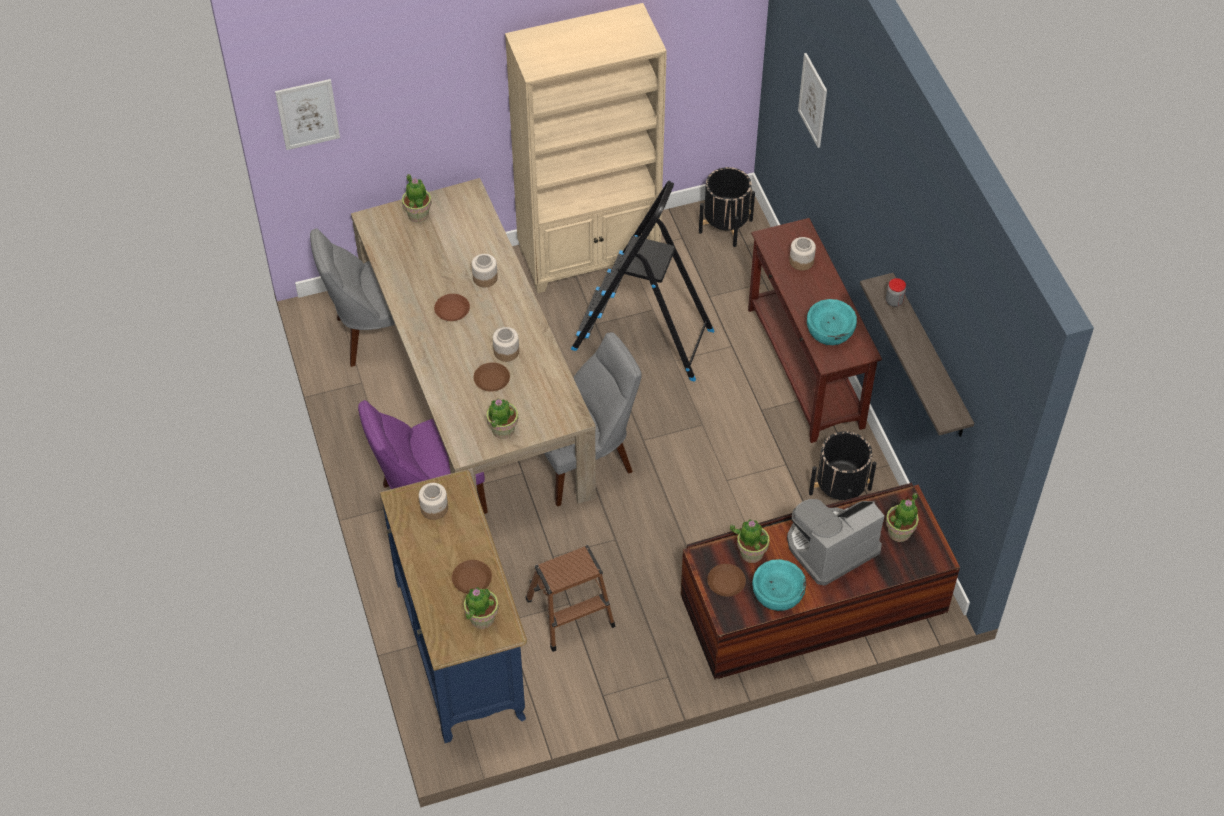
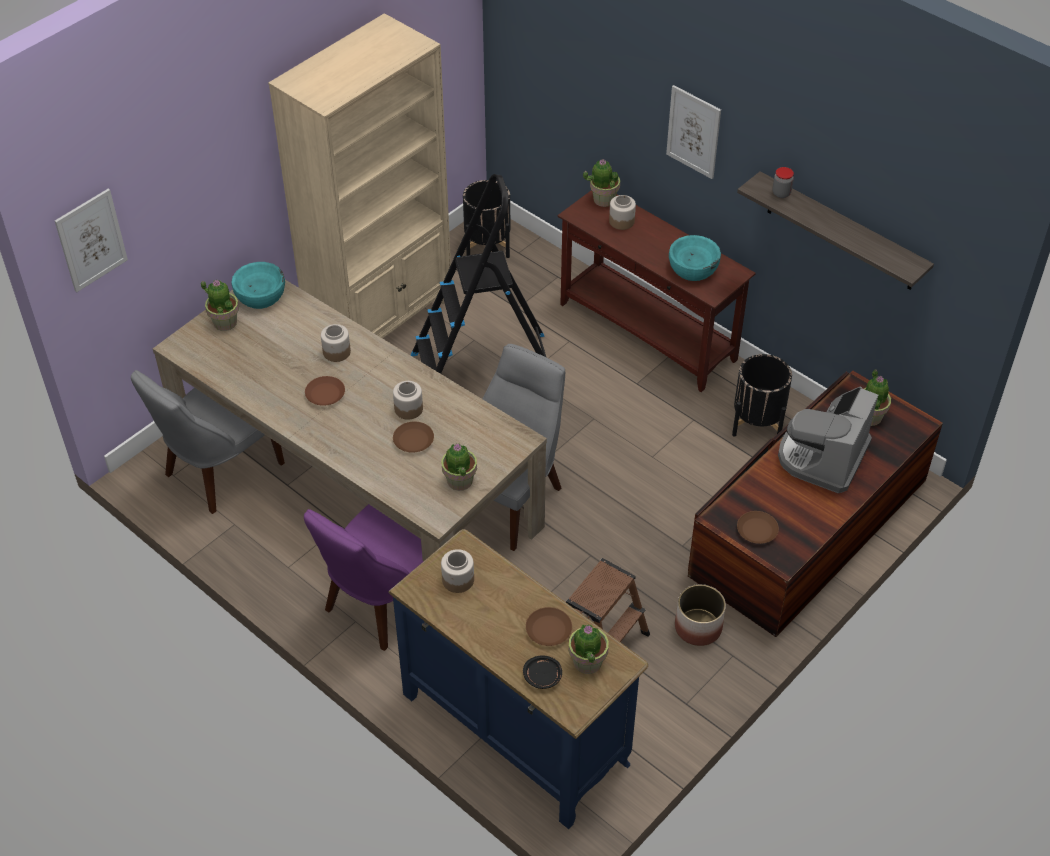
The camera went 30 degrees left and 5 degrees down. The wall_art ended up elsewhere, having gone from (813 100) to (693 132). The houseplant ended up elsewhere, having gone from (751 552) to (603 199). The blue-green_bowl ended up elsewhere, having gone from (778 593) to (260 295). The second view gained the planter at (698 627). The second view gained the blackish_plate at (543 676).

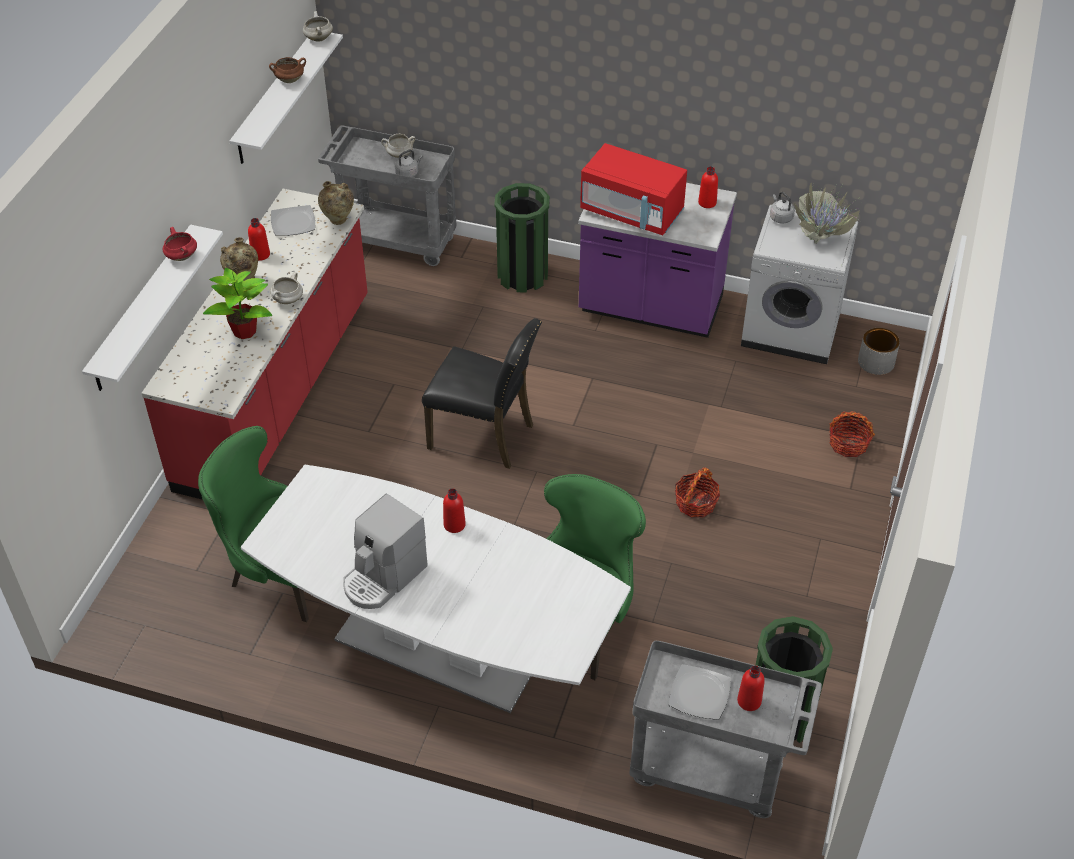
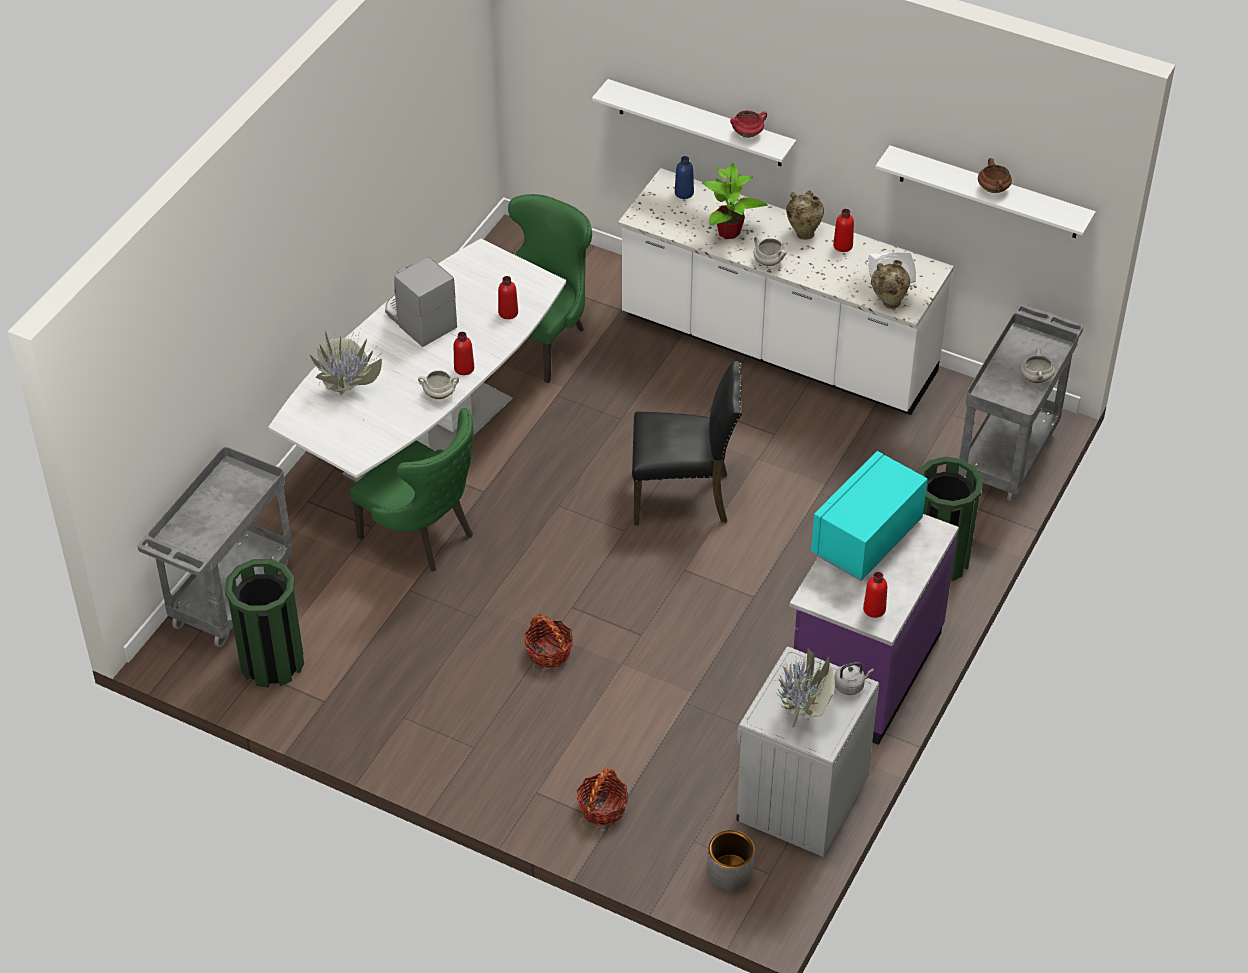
The camera went 100 degrees right and 0 degrees up. The white-coloured_stockpot ended up elsewhere, having gone from (318 38) to (440 394). What was the red_microwave at (632 212) turned into the blue-green_microwave at (866 538). The second view lost the greyish_tea_kettle at (408 173). What was the red_counter at (277 393) turned into the white-coloured_counter at (777 348). The blackish_chair at (484 435) ended up facing another way, 120 degrees counterclockwise from before. The second view lost the plate at (699 694). The red_beverage_bottle ended up elsewhere, having gone from (749 701) to (508 313). The second view gained the blue_beverage_bottle at (684 193). The second view gained the houseplant at (348 390).

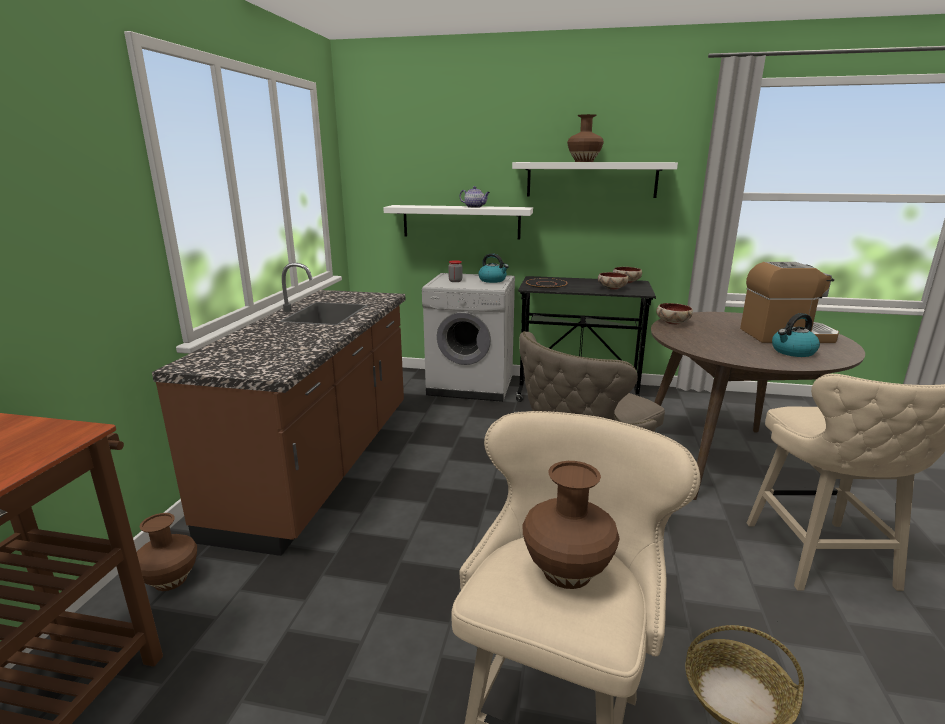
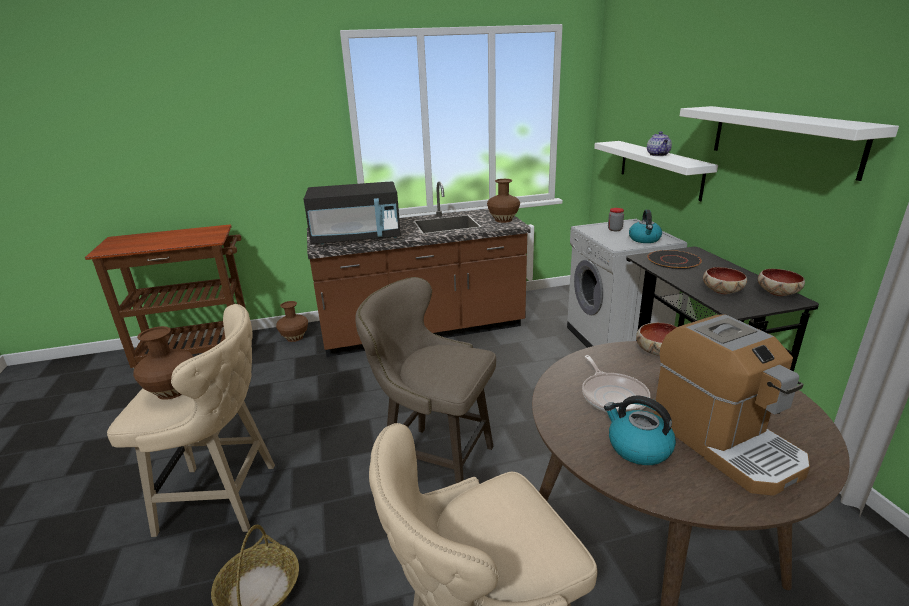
The camera went 65 degrees right and 5 degrees up. The brown-coloured_vase ended up elsewhere, having gone from (583 161) to (503 220). The second view gained the blackish_microwave at (357 238). The second view gained the frying_pan at (613 396).

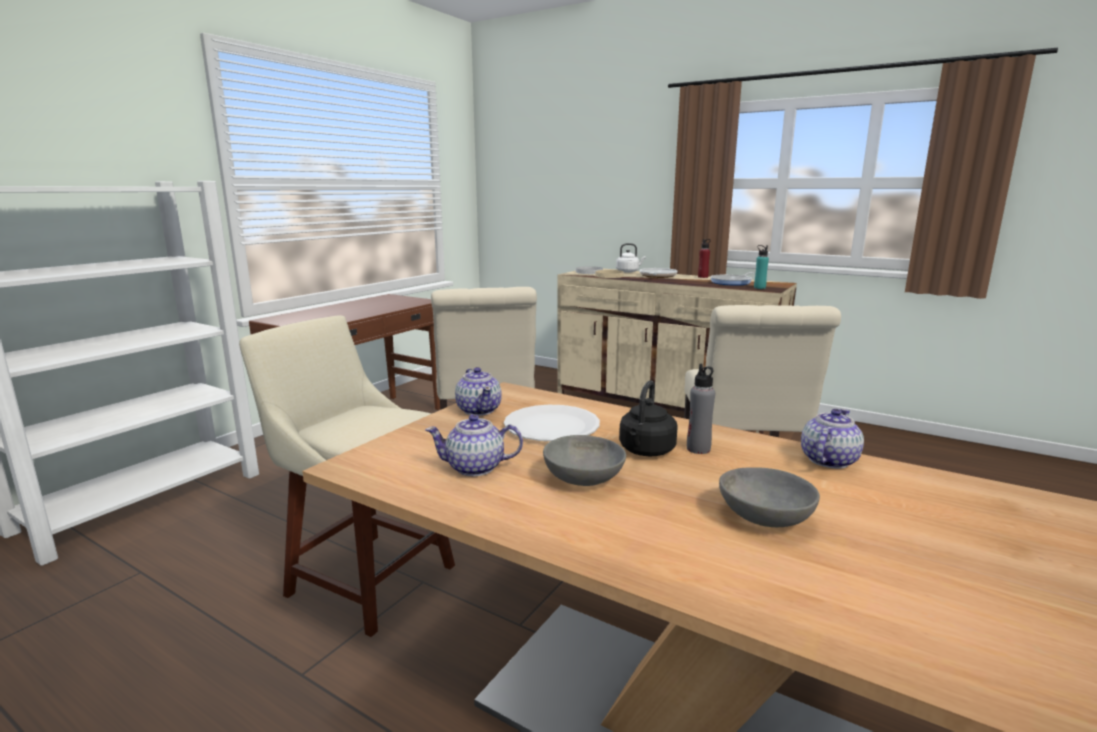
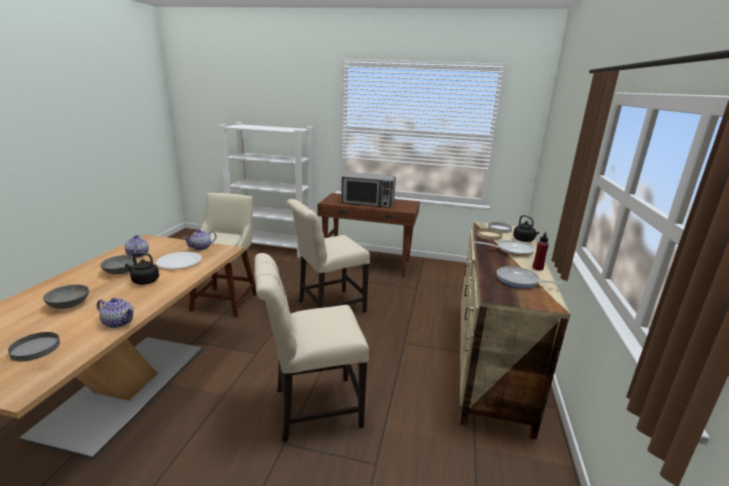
The camera went 70 degrees right and 5 degrees up. What was the white-coloured_tea_kettle at (628 271) turned into the blackish_tea_kettle at (524 240). The second view lost the blue-green_beverage_bottle at (759 288). The second view lost the greyish_beverage_bottle at (698 449). The second view gained the microwave at (368 203). The second view gained the greyish_plate at (35 348).

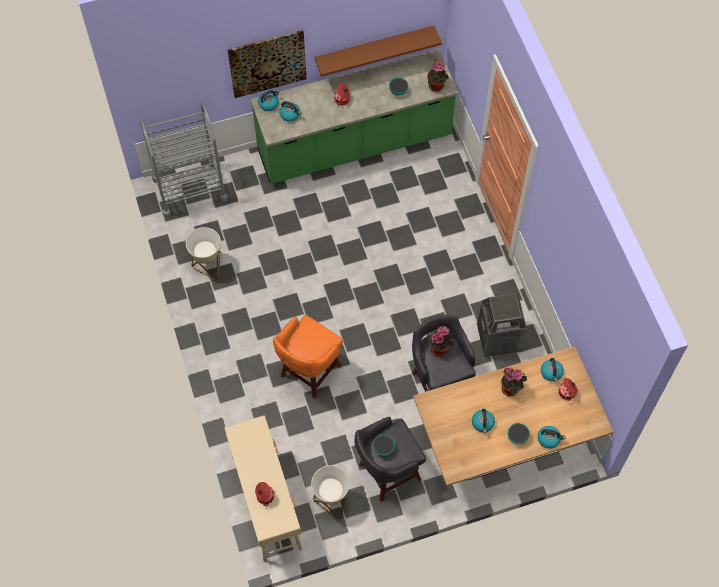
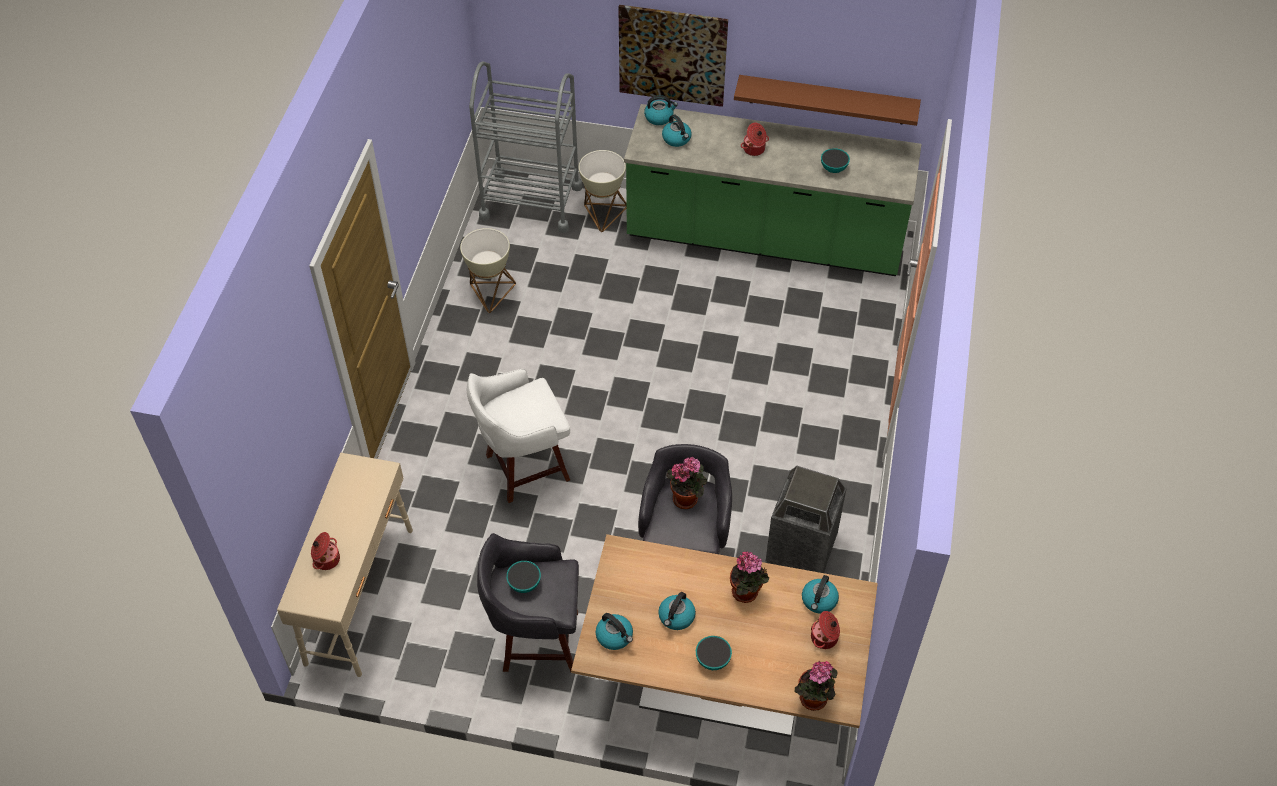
The camera went 30 degrees right and 10 degrees down. The houseplant ended up elsewhere, having gone from (436 87) to (813 701). What was the orangey_stool at (309 373) turned into the white-coloured_stool at (523 469). The tea_kettle ended up elsewhere, having gone from (549 439) to (615 636). The planter ended up elsewhere, having gone from (331 500) to (603 213).

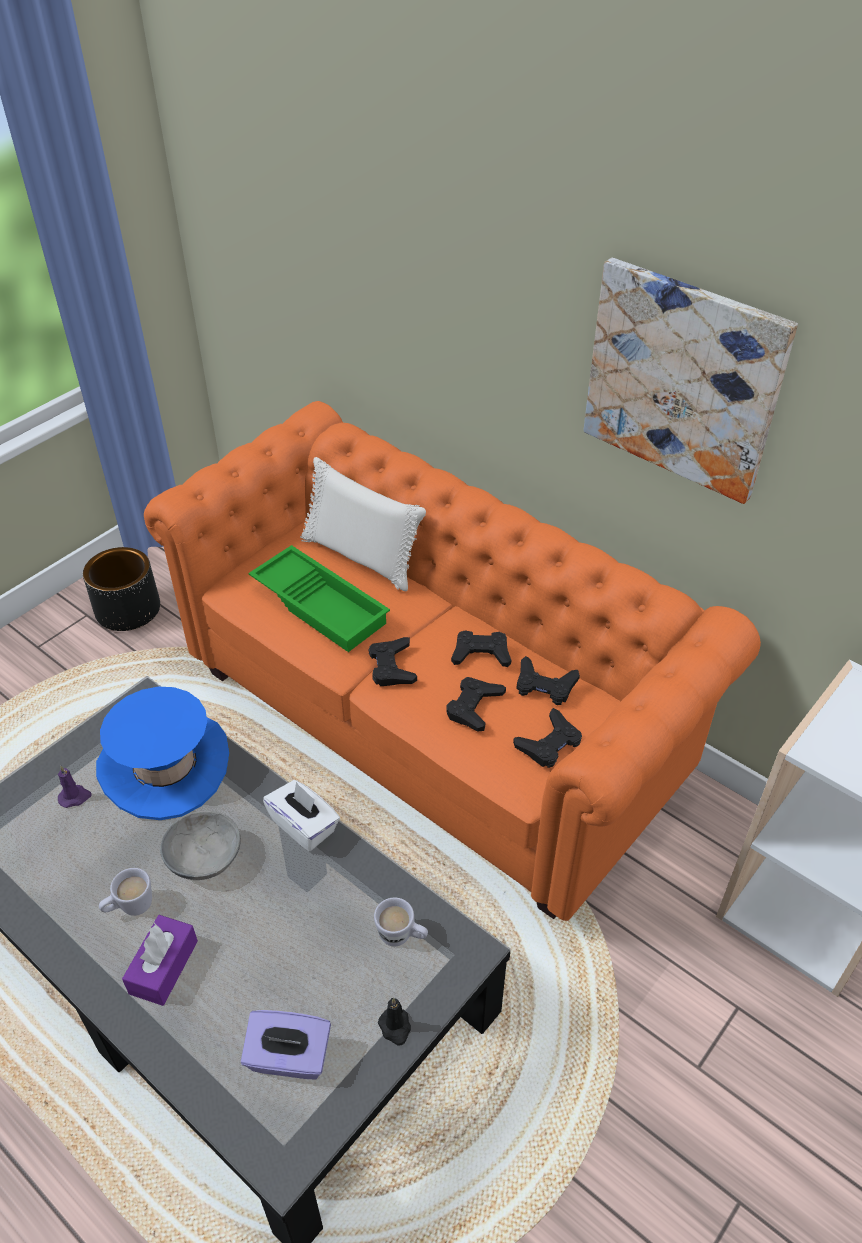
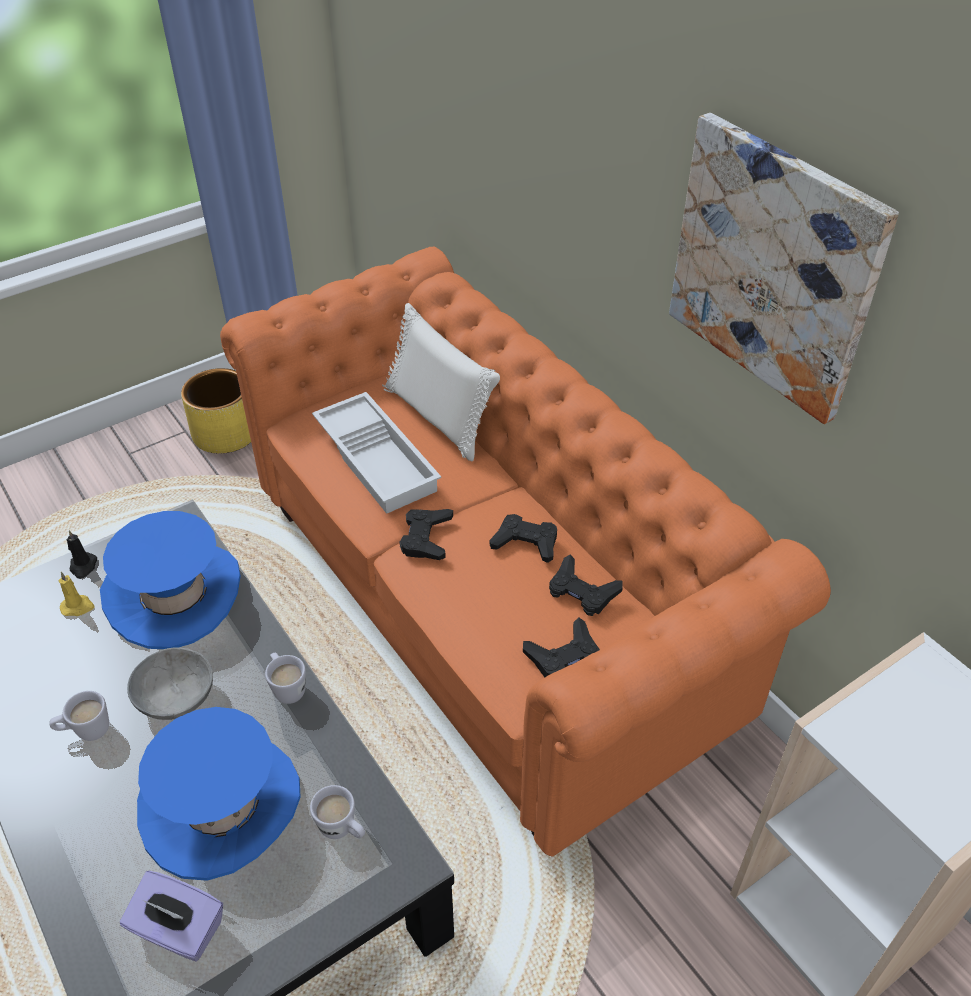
The camera went 15 degrees right and 0 degrees up. What was the greenish_serving_tray at (322 604) turned into the white-coloured_serving_tray at (379 459). What was the blackish_planter at (128 610) turned into the yellowish_planter at (226 433). The second view lost the blackish_gamepad at (474 707). What was the purple_candle at (75 797) turned into the yellowish_candle at (78 607). Where the white-coloured_box_of_tissues stood at (304 826), the white-coloured_coffee_mug came to stand at (287 687). The second view lost the purple_box_of_tissues at (163 967). The blackish_candle ended up elsewhere, having gone from (395 1027) to (83 566). The second view gained the blue_wearable_hat at (220 805).

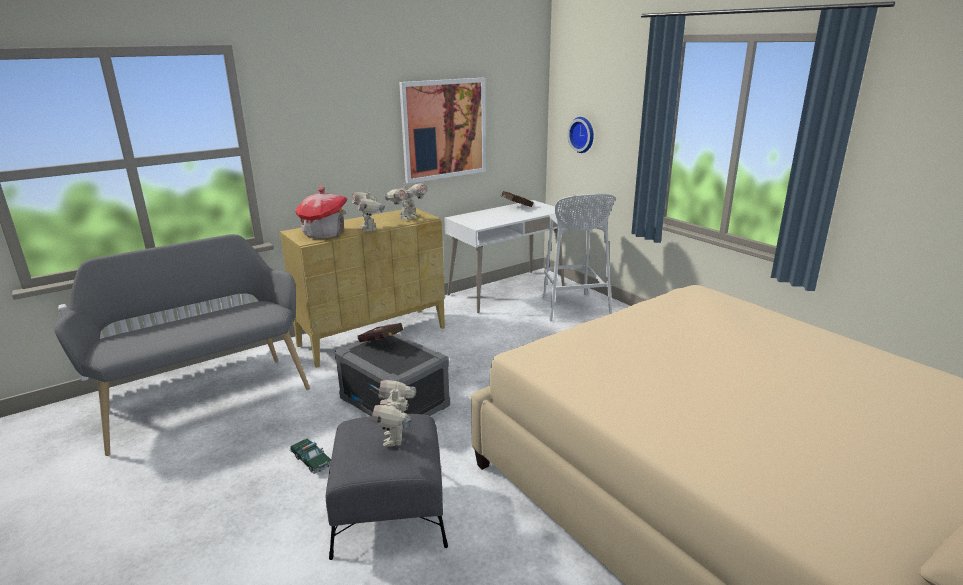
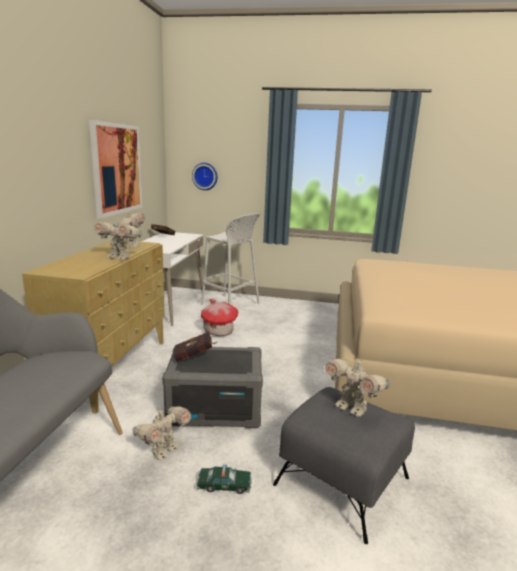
The camera went 45 degrees left and 5 degrees down. The model_house ended up elsewhere, having gone from (324 233) to (218 331). The second view gained the robot_figure at (164 451).

